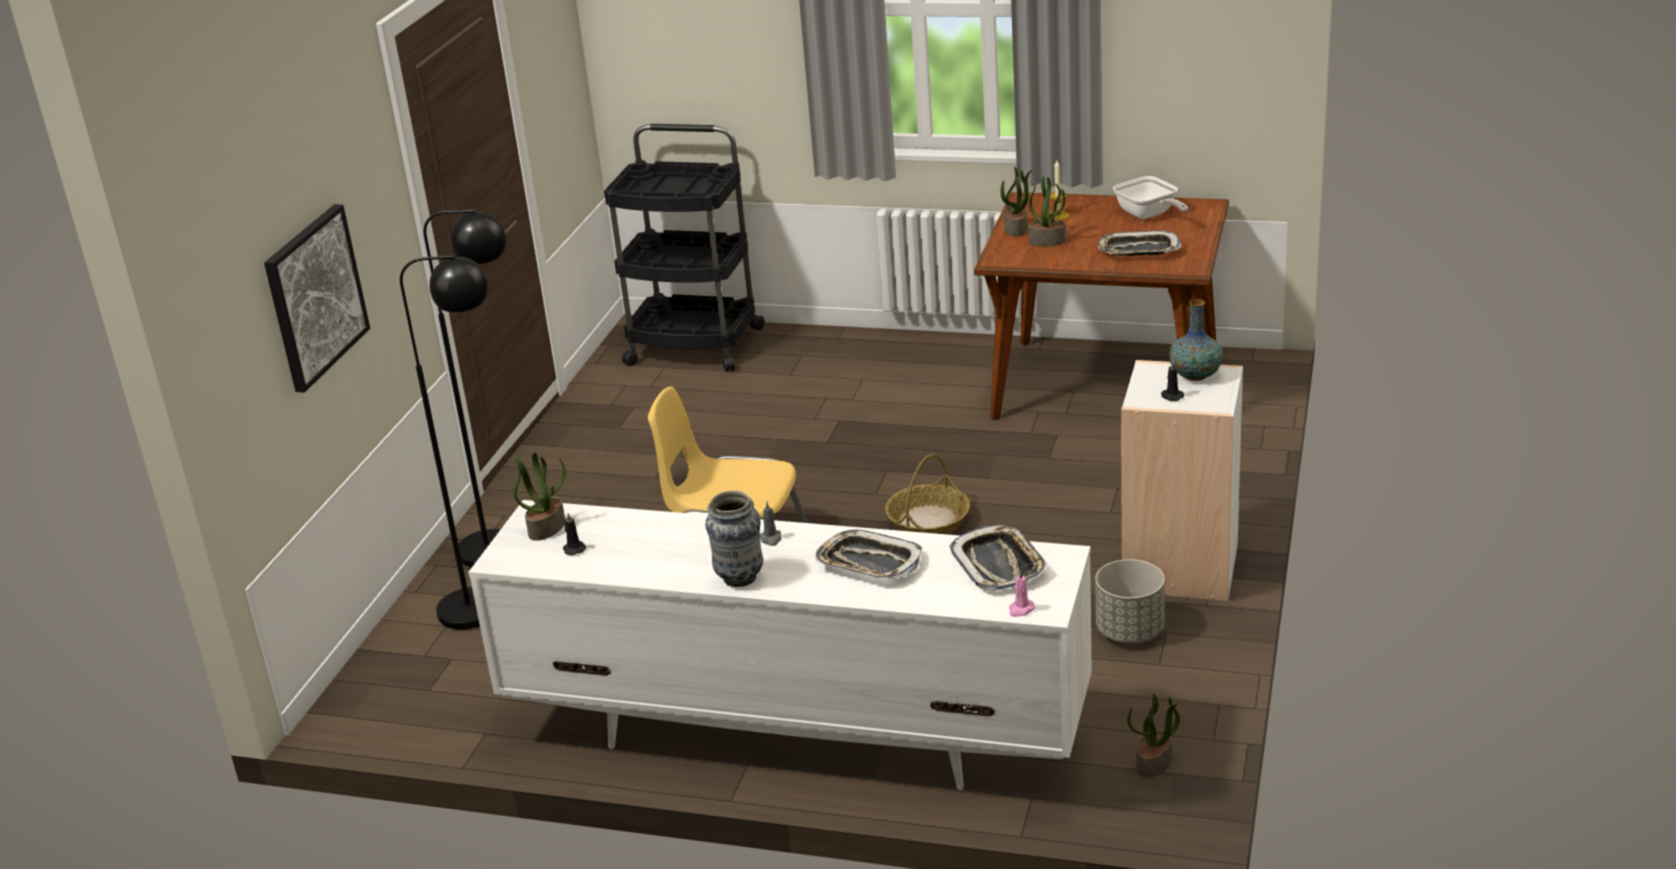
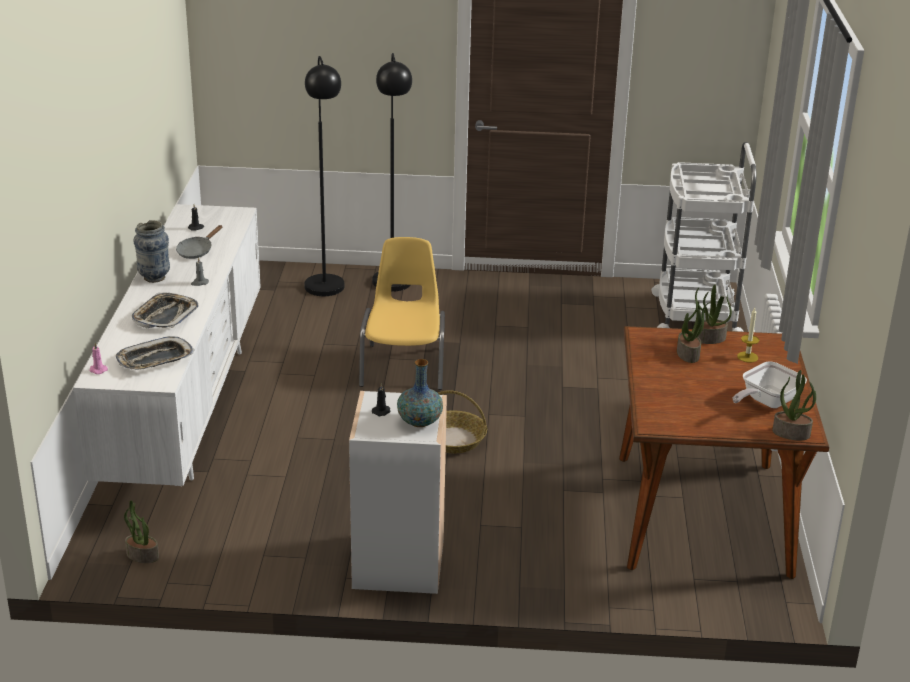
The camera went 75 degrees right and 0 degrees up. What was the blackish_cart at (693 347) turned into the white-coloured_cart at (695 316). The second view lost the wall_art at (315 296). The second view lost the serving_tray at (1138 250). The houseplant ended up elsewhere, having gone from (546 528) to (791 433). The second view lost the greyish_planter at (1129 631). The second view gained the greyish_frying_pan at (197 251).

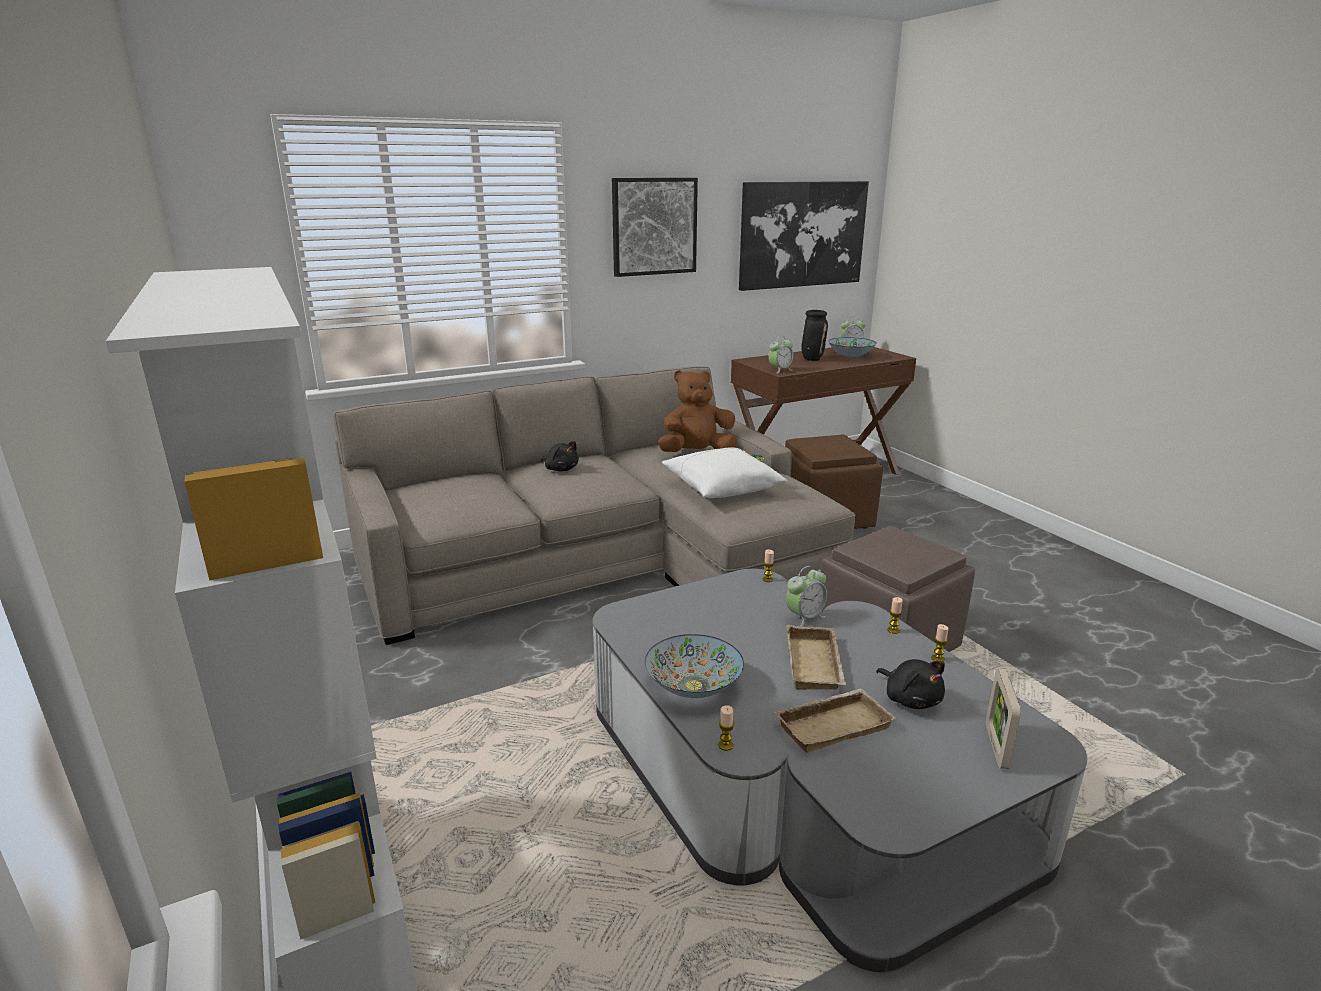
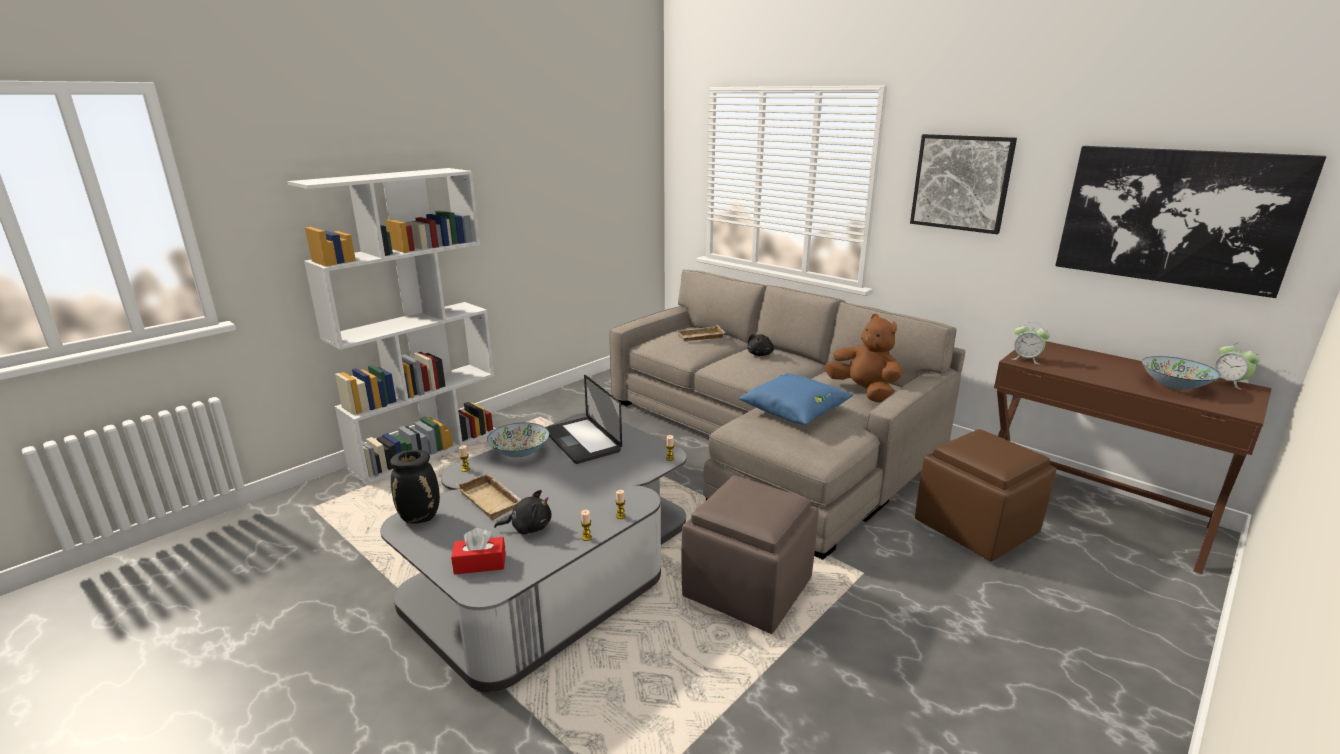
The camera went 70 degrees right and 0 degrees up. The blackish_vase ended up elsewhere, having gone from (812 359) to (421 517). What was the white-coloured_cushion at (722 488) turned into the blue_cushion at (794 411). The second view lost the bedside_clock at (804 618). The beige_serving_tray ended up elsewhere, having gone from (816 665) to (700 337). The blackish_cuddly_toy at (910 699) ended up facing another way, 135 degrees counterclockwise from before. Where the photo_frame stood at (996 746), the red_box_of_tissues came to stand at (480 564). The second view gained the laptop at (582 441).

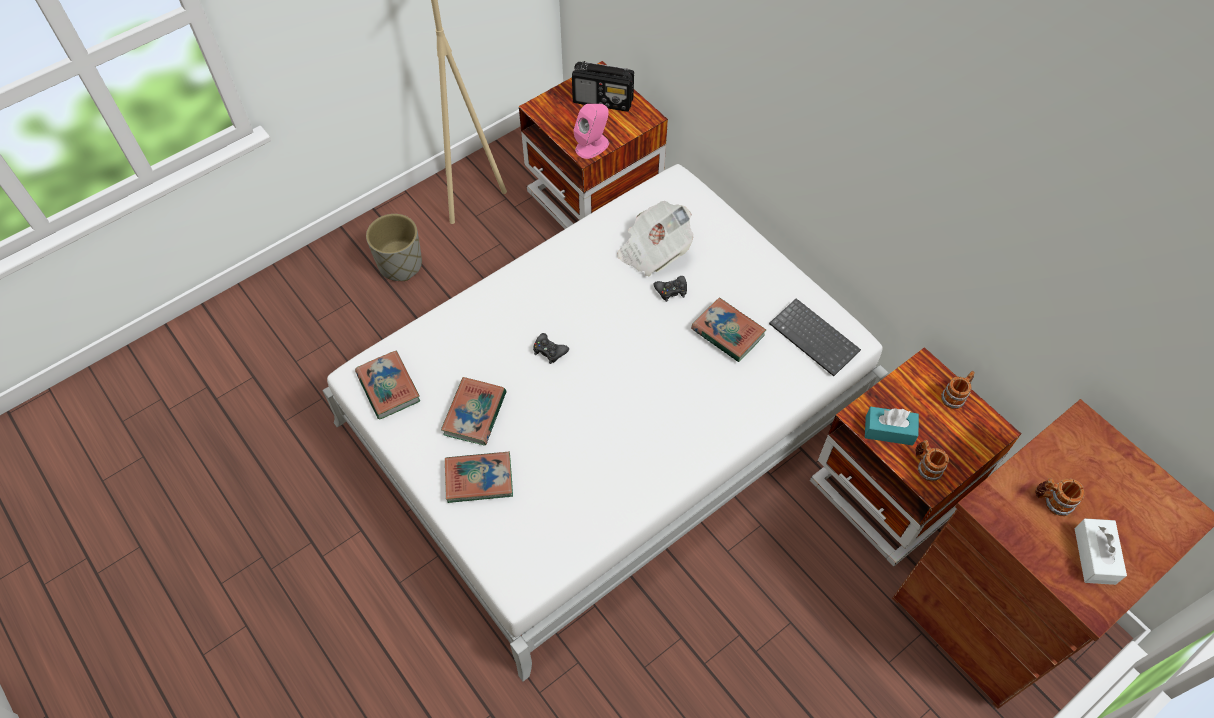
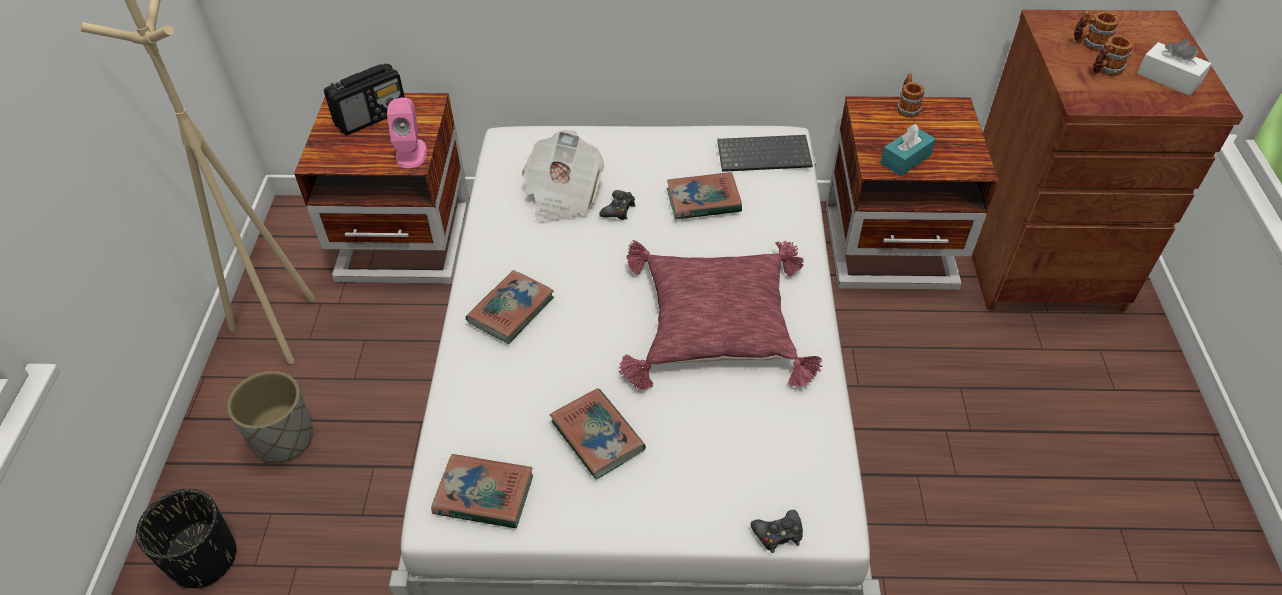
The camera went 50 degrees left and 10 degrees down. The blackish_gamepad ended up elsewhere, having gone from (549 351) to (778 534). The coffee_mug ended up elsewhere, having gone from (925 466) to (1089 44). The volume ended up elsewhere, having gone from (479 479) to (511 310). The second view gained the red_cushion at (715 319). The second view gained the blackish_planter at (203 558).

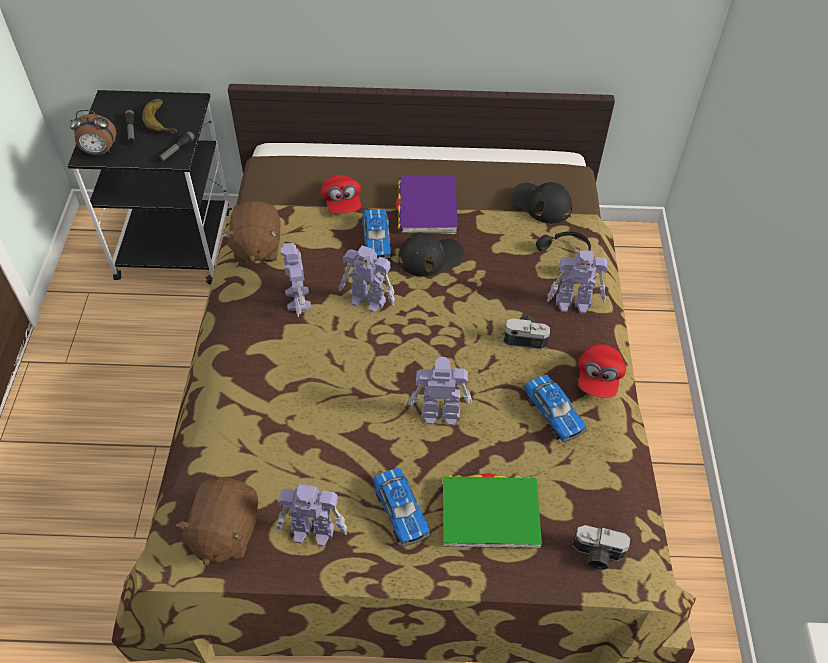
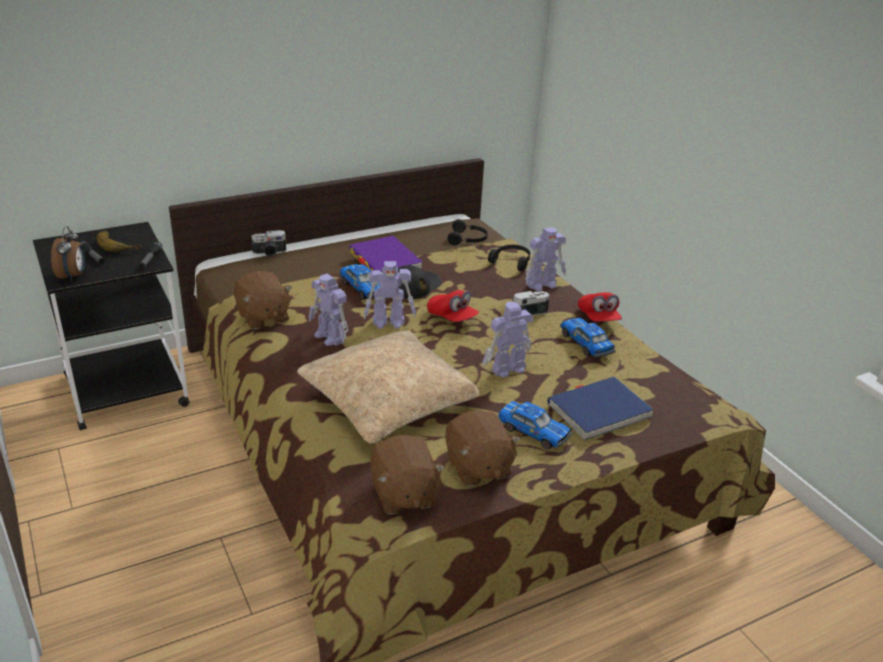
The camera went 30 degrees left and 20 degrees down. The bedside_clock at (99 152) ended up facing another way, 60 degrees counterclockwise from before. The red_baseball_cap ended up elsewhere, having gone from (342 203) to (452 318). Where the blackish_baseball_cap stood at (541 203), the blackish_headset came to stand at (468 239). The toy_car at (553 412) ended up facing another way, 150 degrees counterclockwise from before. What was the greenish_volume at (490 514) turned into the blue_volume at (598 411). Where the robot_figure stood at (313 531), the brown-coloured_cuddly_toy came to stand at (477 467). The still_camera ended up elsewhere, having gone from (597 555) to (269 253). The second view gained the beige_cushion at (389 399).

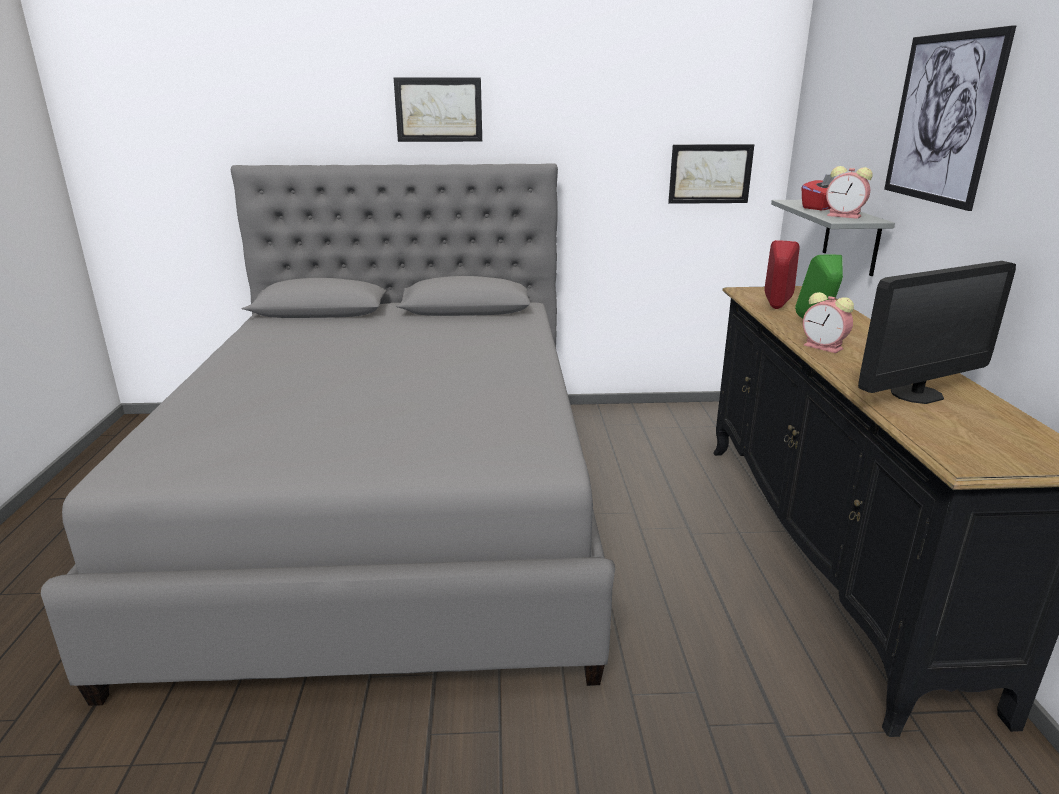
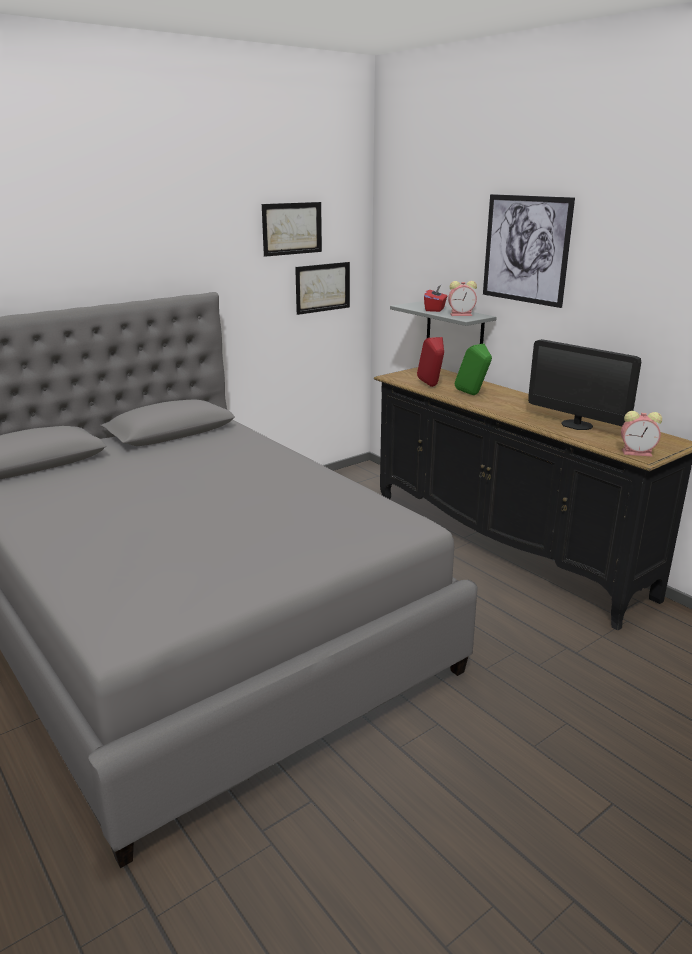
The camera went 35 degrees left and 0 degrees up. The wall_art ended up elsewhere, having gone from (438 110) to (292 228). The computer_display at (916 394) ended up facing another way, 105 degrees clockwise from before. The bedside_clock ended up elsewhere, having gone from (825 347) to (638 453).

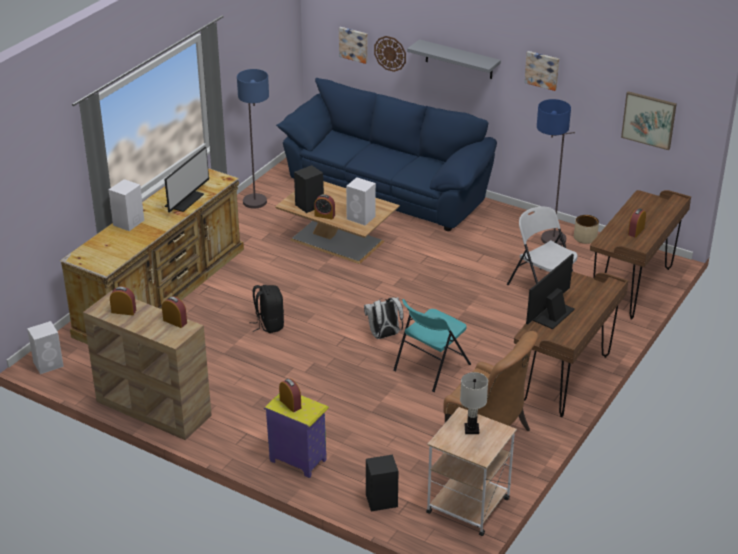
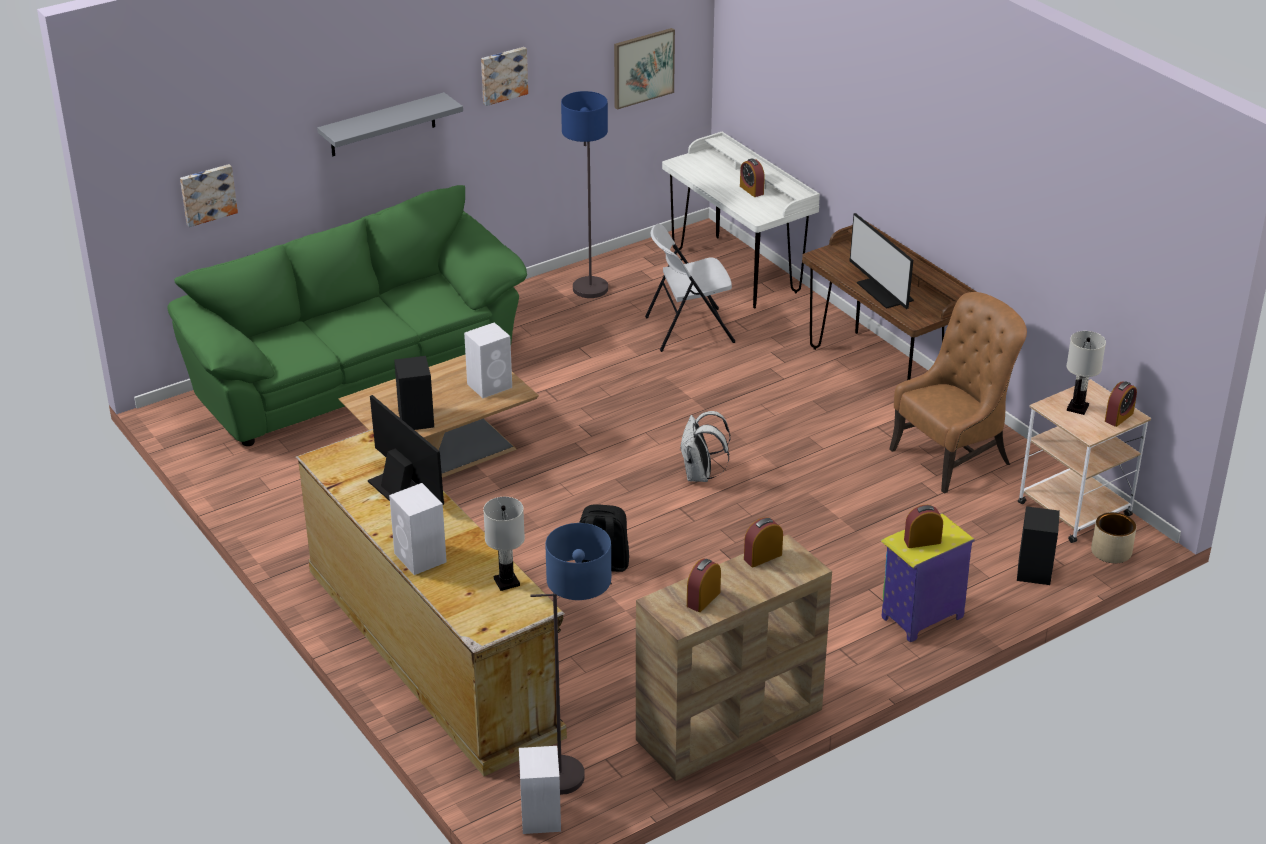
The camera went 65 degrees left and 0 degrees up. The second view lost the clock_on_the_wall at (390 53). The blue_floor_lamp ended up elsewhere, having gone from (258 205) to (575 776). What was the blue_couch at (387 193) turned into the greenish_couch at (357 377). What was the brown-coloured_desk_unit at (632 288) turned into the white-coloured_desk_unit at (736 271). The bedside_clock ended up elsewhere, having gone from (324 215) to (1119 417). The beige_planter ended up elsewhere, having gone from (585 238) to (1111 552). The second view lost the blue-green_chair at (431 367). The second view gained the white-coloured_tabletop_lamp at (506 582).

